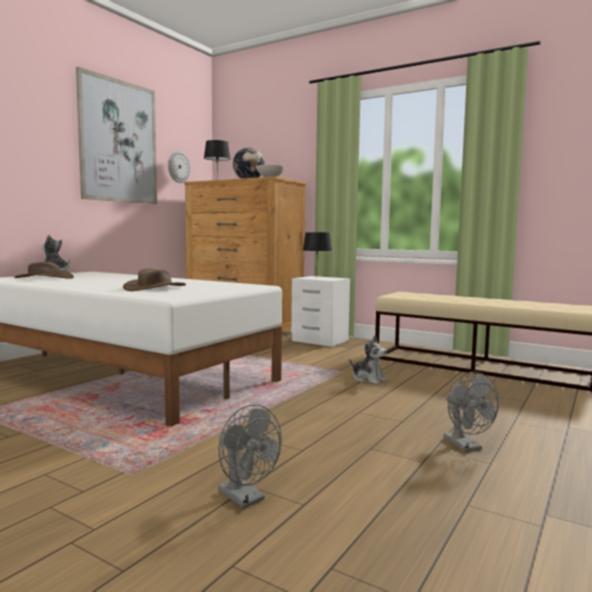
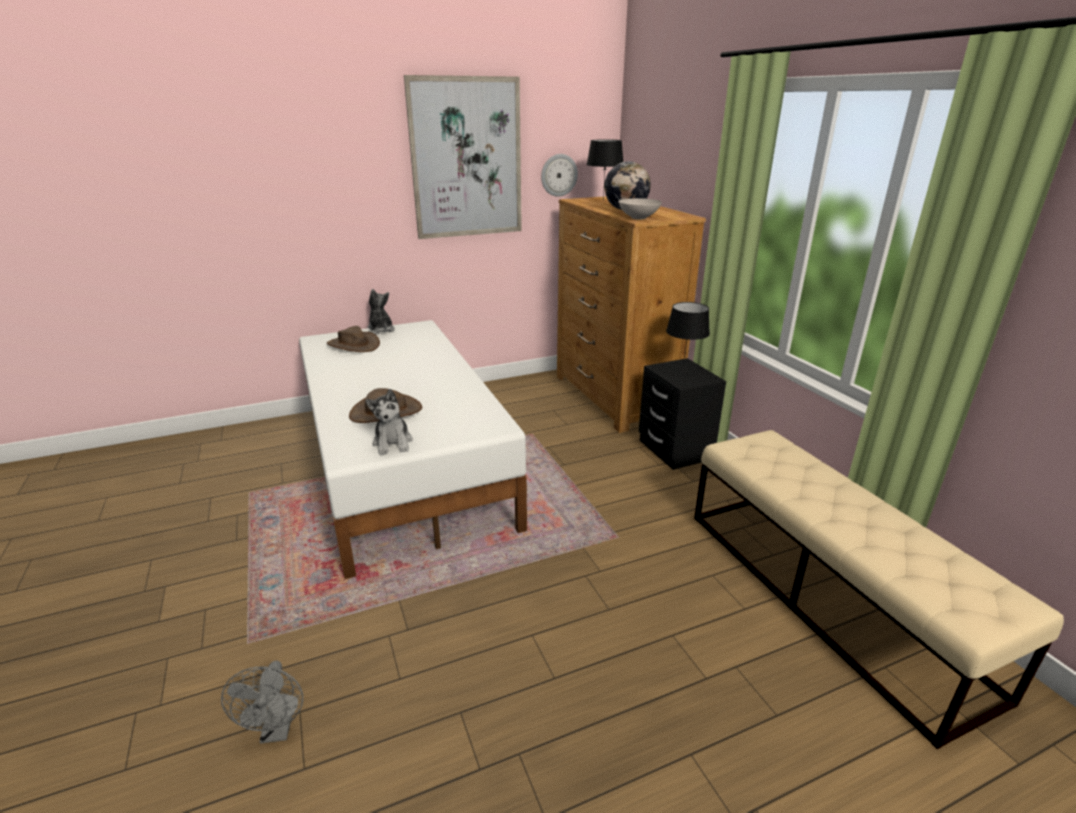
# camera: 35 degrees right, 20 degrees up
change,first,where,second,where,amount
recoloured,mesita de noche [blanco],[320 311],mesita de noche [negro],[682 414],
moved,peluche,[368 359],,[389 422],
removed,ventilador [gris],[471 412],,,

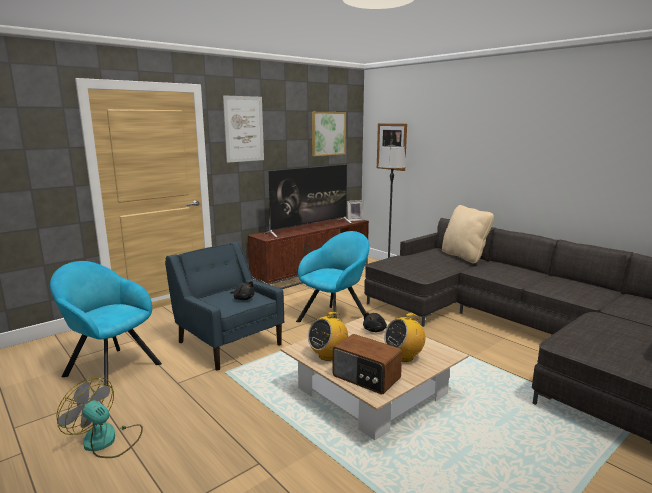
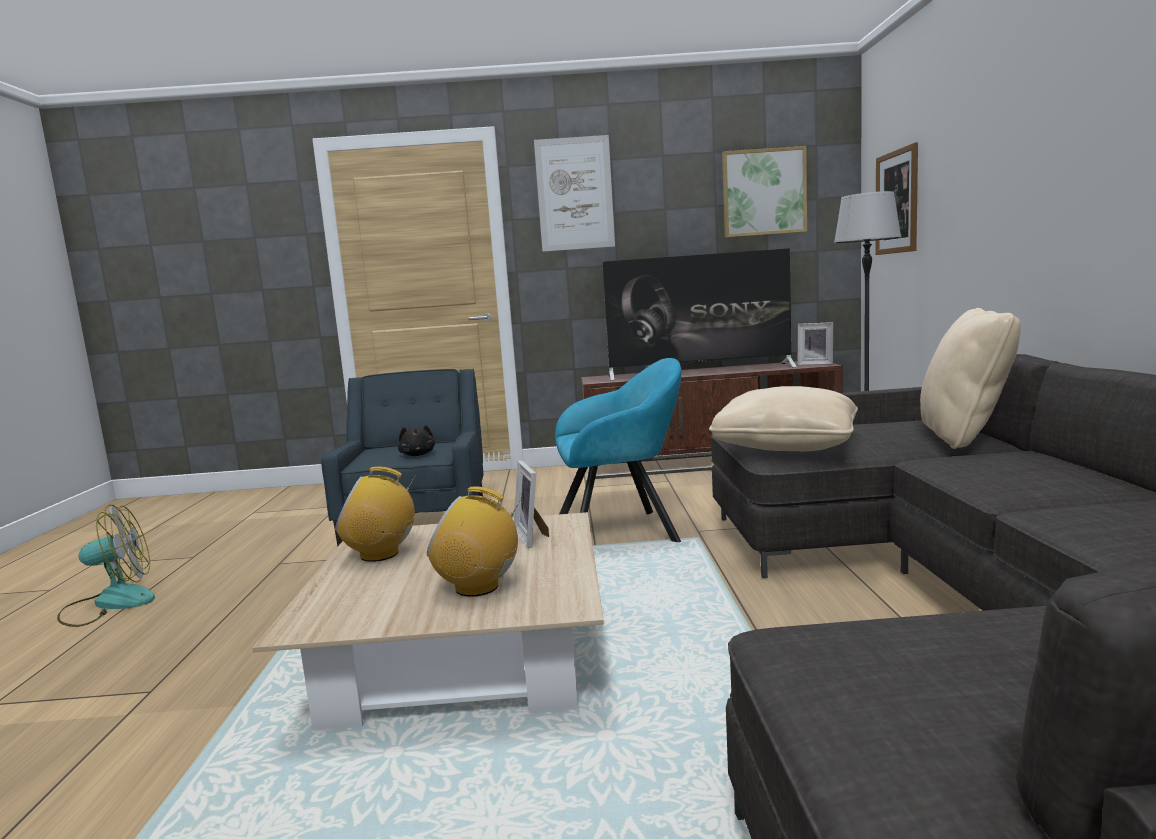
# camera: 40 degrees right, 5 degrees down
change,first,where,second,where,amount
removed,sillón [turquesa],[106 323],,,
turned,ventilador,[99 418],,[106 566],90 degrees clockwise
removed,radio,[367 364],,,
replaced,peluche [negro],[375 322],portarretratos,[531 504],
added,,,cojín [beis],[783 418],

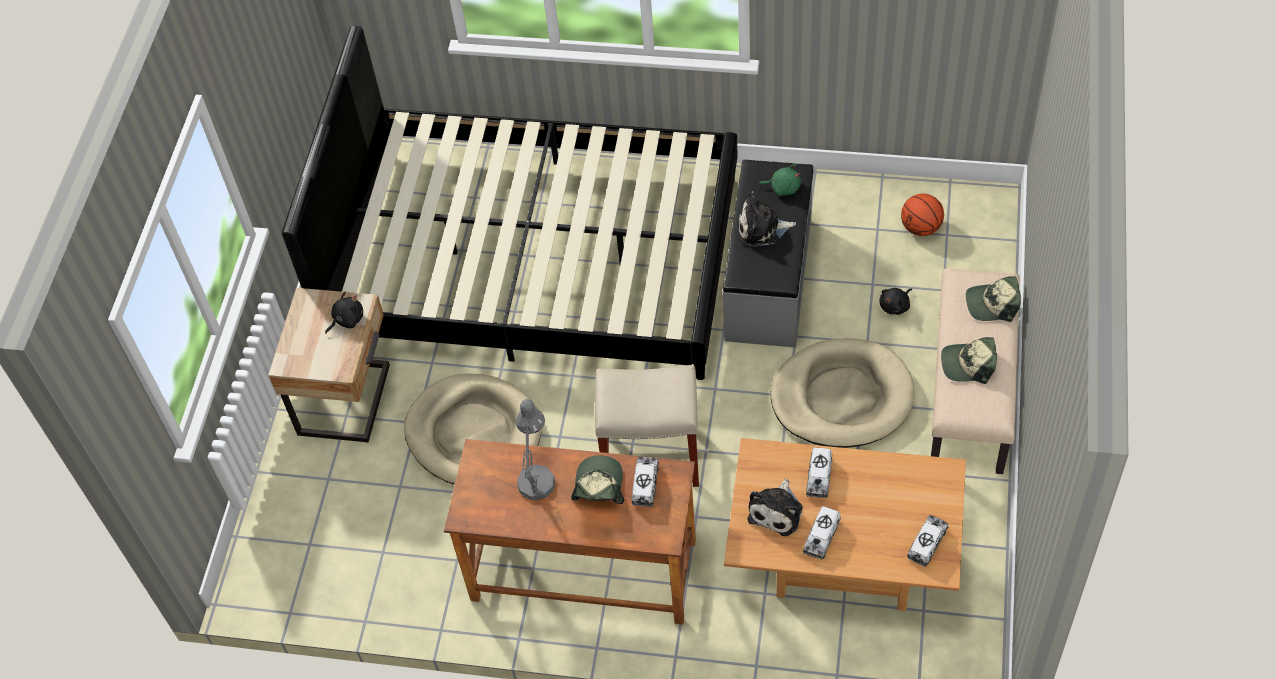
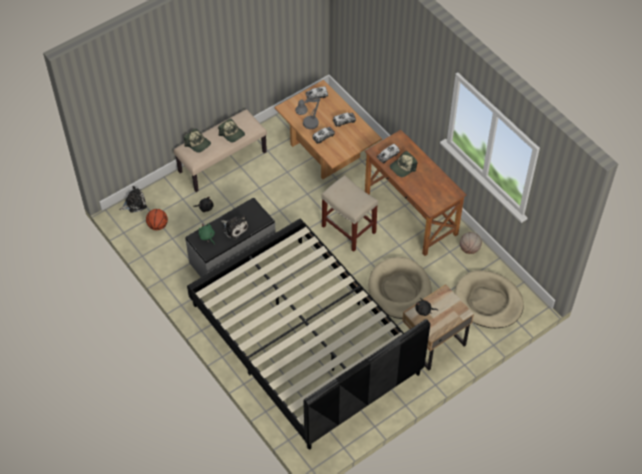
# camera: 140 degrees left, 0 degrees up
change,first,where,second,where,amount
moved,lámpara de mesa [gris],[535 449],,[308 113],
moved,peluche,[775 507],,[133 199],
moved,cama para perro [beis],[842 393],,[489 299],
added,,,balón de baloncesto,[471 243],

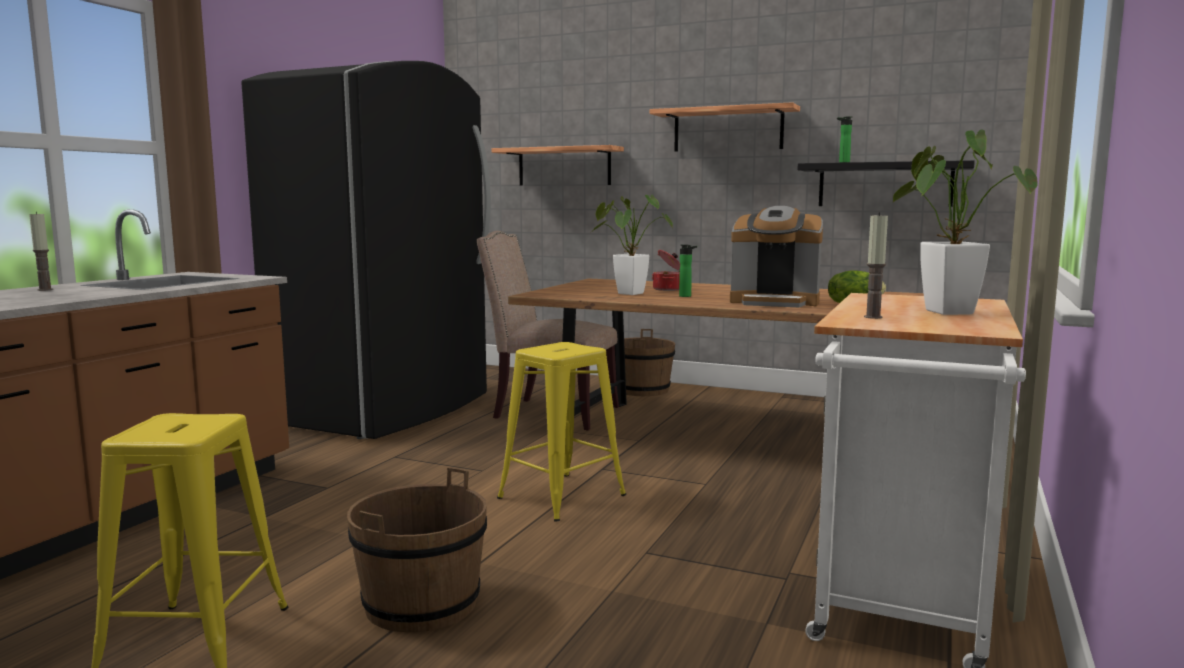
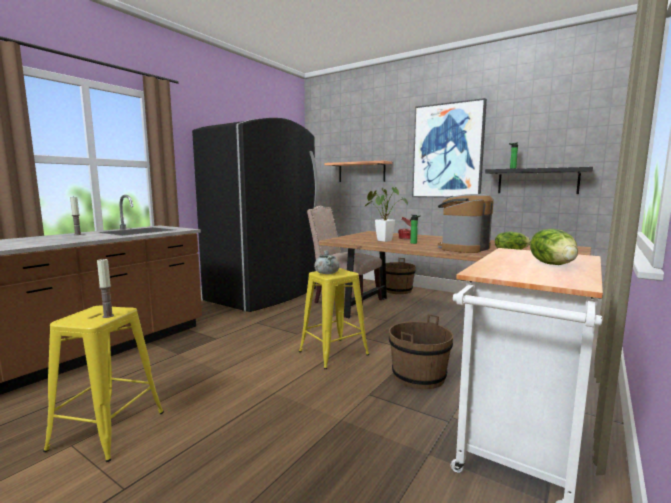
# camera: 10 degrees right, 0 degrees up
change,first,where,second,where,amount
moved,cubo [marrón],[417 549],,[421 351],
replaced,estante,[725 126],cuadro,[449 148],
turned,cafetera,[776 256],,[466 223],105 degrees clockwise
moved,vela,[876 265],,[105 288],
replaced,planta en maceta,[965 222],lechuga,[554 246],
added,,,olla [gris],[327 262],

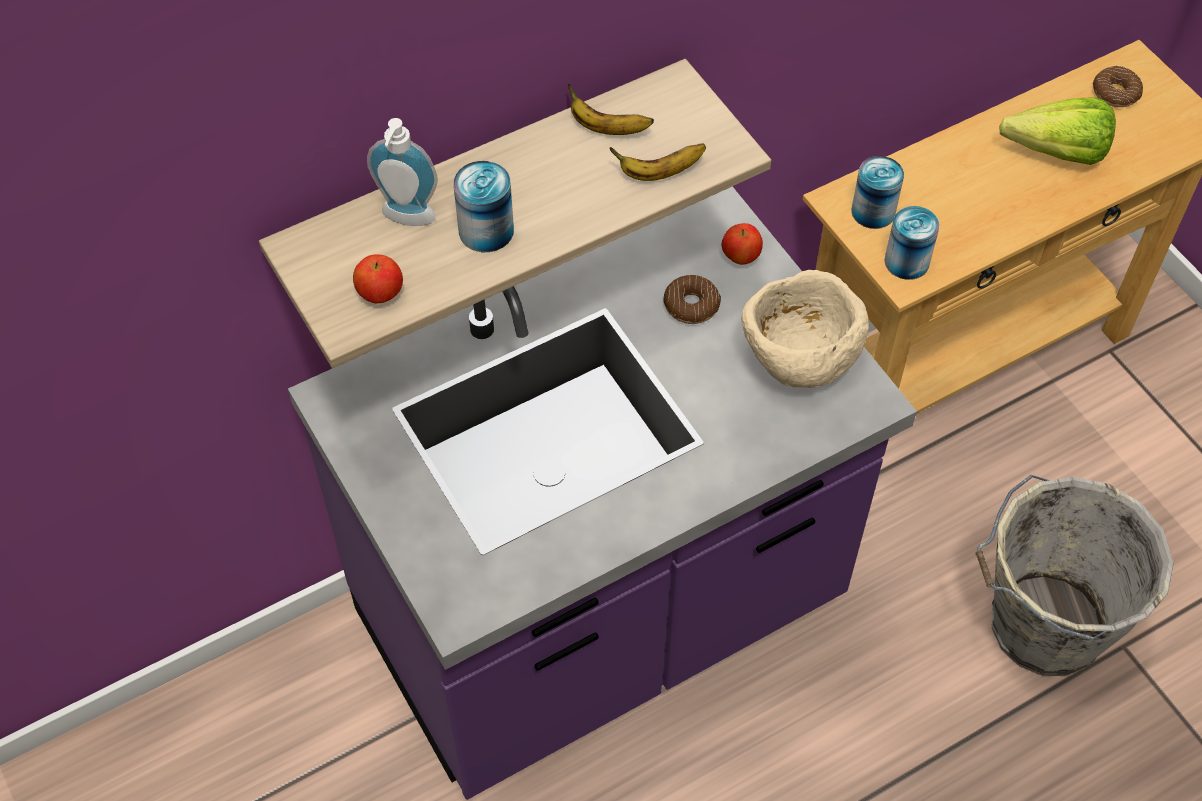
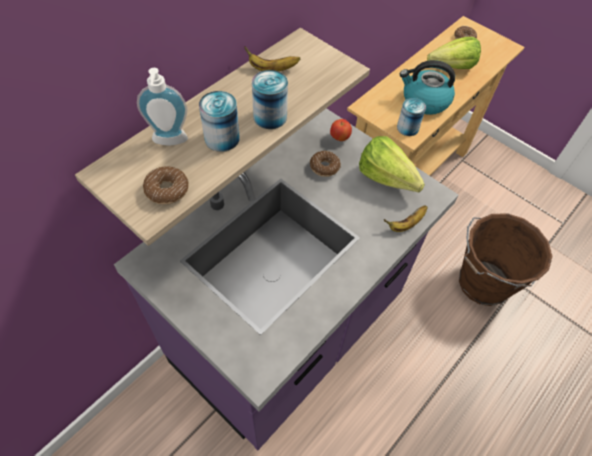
# camera: 20 degrees left, 0 degrees up
change,first,where,second,where,amount
replaced,manzana,[378 278],rosquilla,[166 185],
moved,plátano,[657 162],,[405 219],
replaced,cuenco [beis],[805 329],lechuga,[392 164],
moved,lata,[877 192],,[270 99],
recoloured,cubo [gris],[1075 575],cubo [marrón],[505 259],
added,,,hervidor,[427 87],

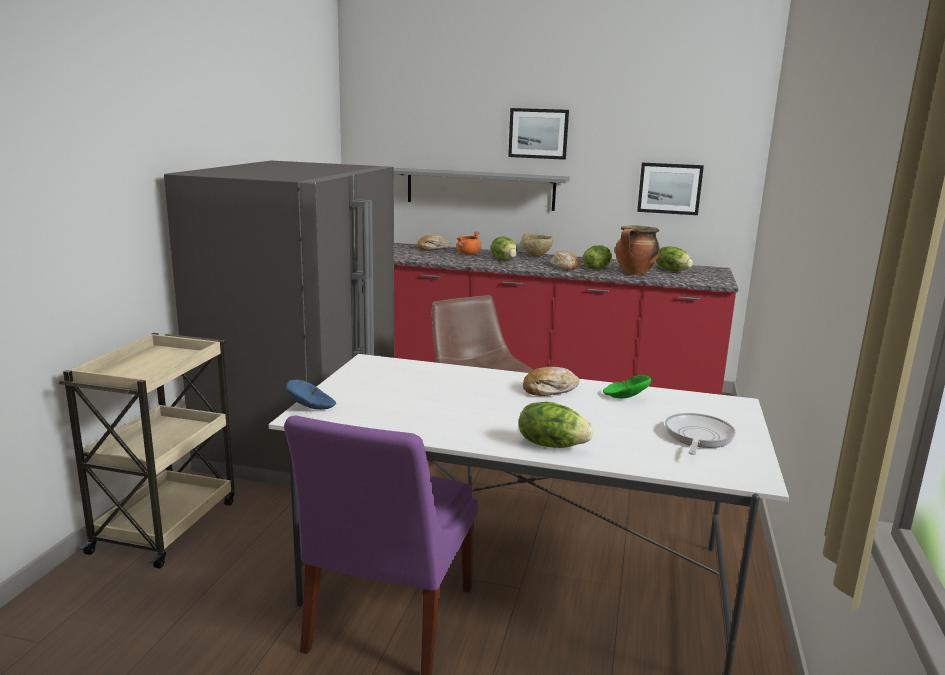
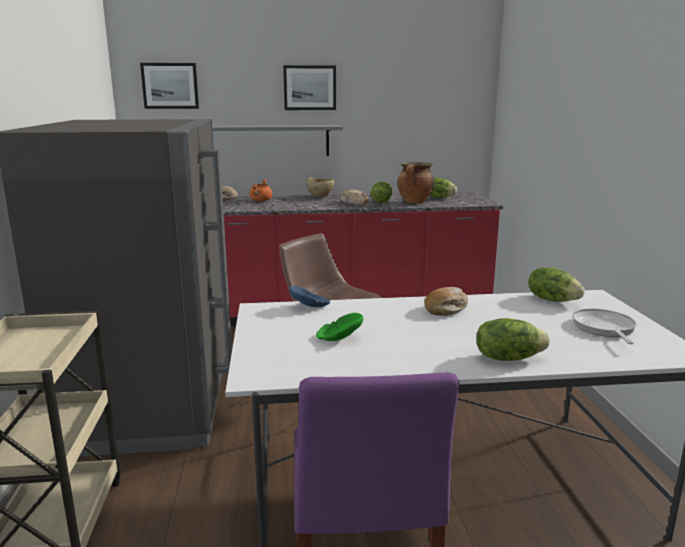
# camera: 20 degrees left, 0 degrees up
change,first,where,second,where,amount
moved,cuenco [azul],[311 395],,[309 296],
moved,lechuga,[504 248],,[556 285],
moved,cuenco [verde],[627 386],,[339 327],
moved,cuadro,[670 189],,[169 86],

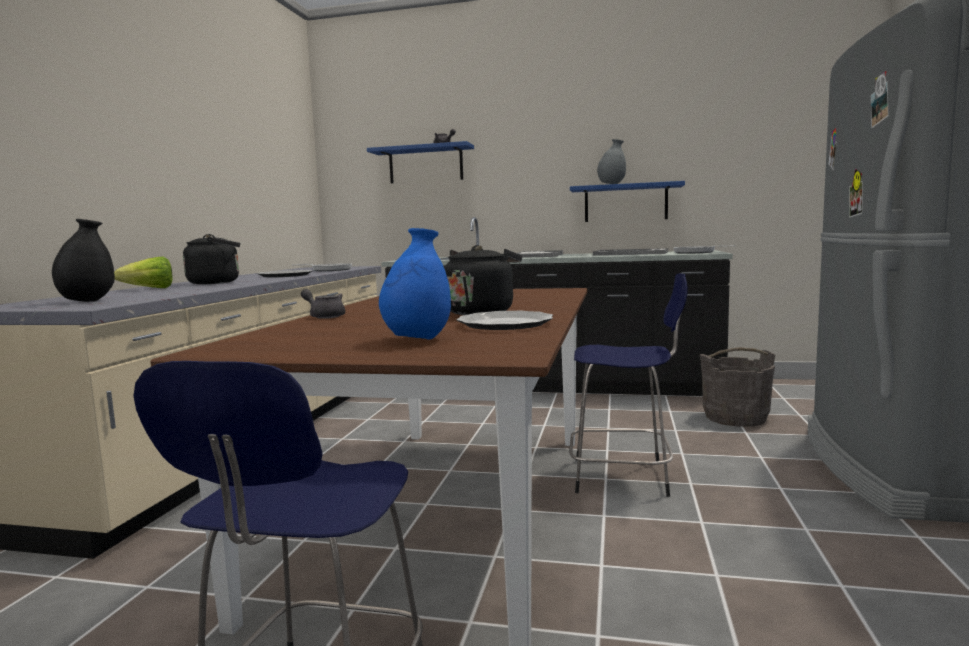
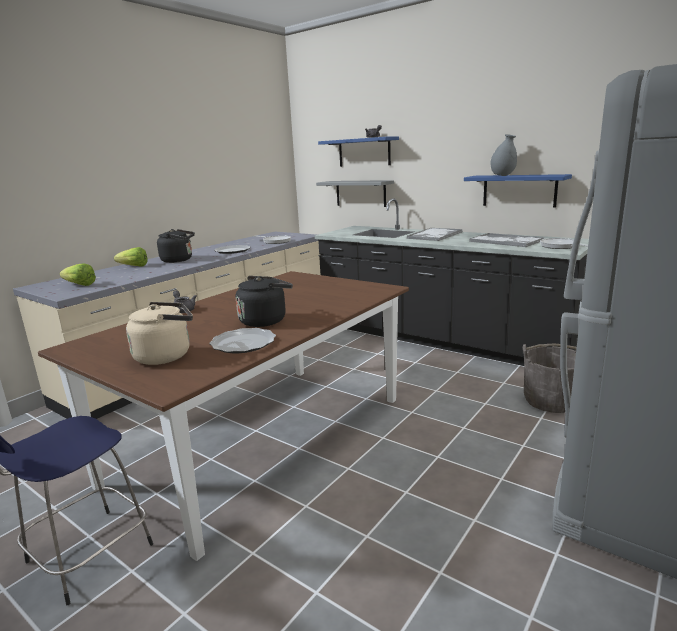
# camera: 25 degrees right, 10 degrees up
change,first,where,second,where,amount
replaced,florero [negro],[83 260],lechuga,[78 274],
replaced,florero [azul],[415 284],hervidor [beis],[159 333],
removed,taburete [azul],[628 385],,,
added,,,estante [gris],[355 193],

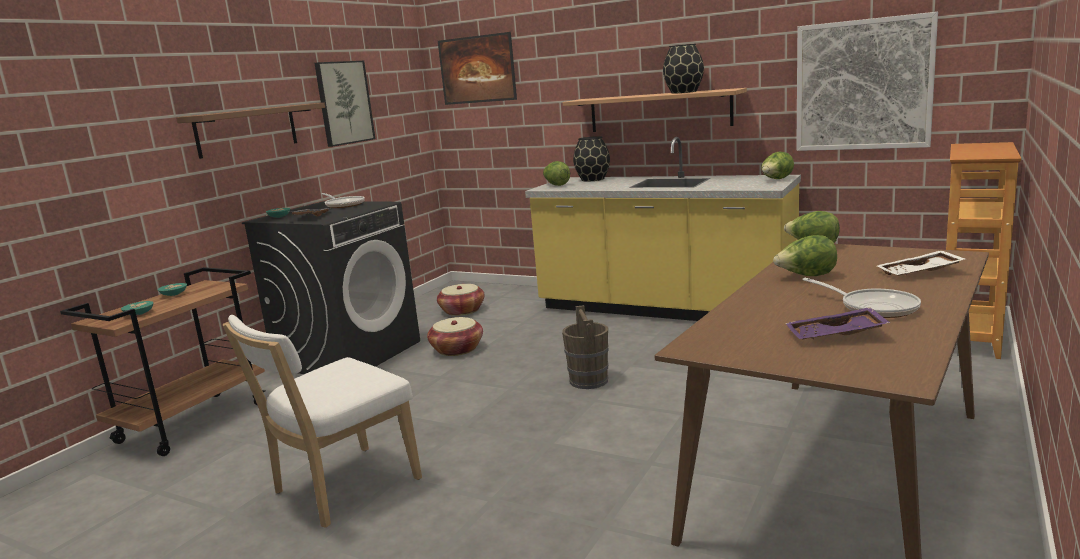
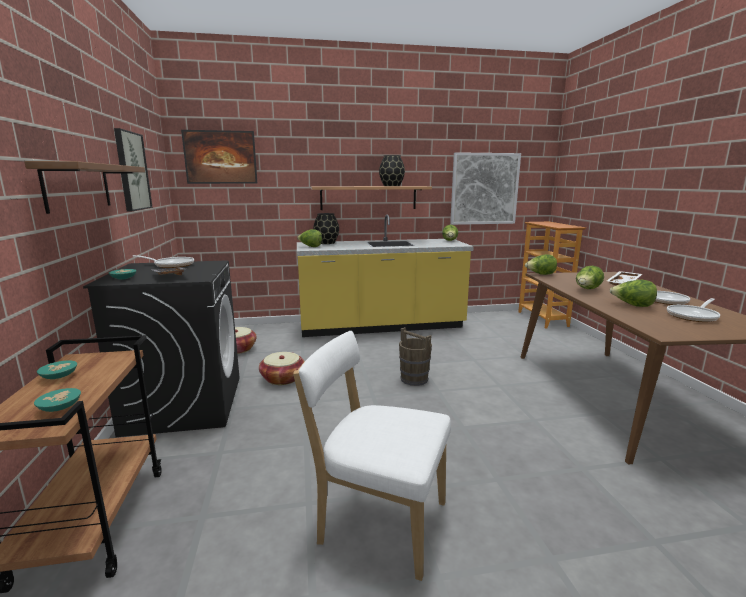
# camera: 40 degrees left, 0 degrees up
change,first,where,second,where,amount
turned,silla [blanco],[322 421],,[372 456],105 degrees clockwise
replaced,bandeja [morado],[837 323],sartén,[693 310],
added,,,lechuga,[633 293],

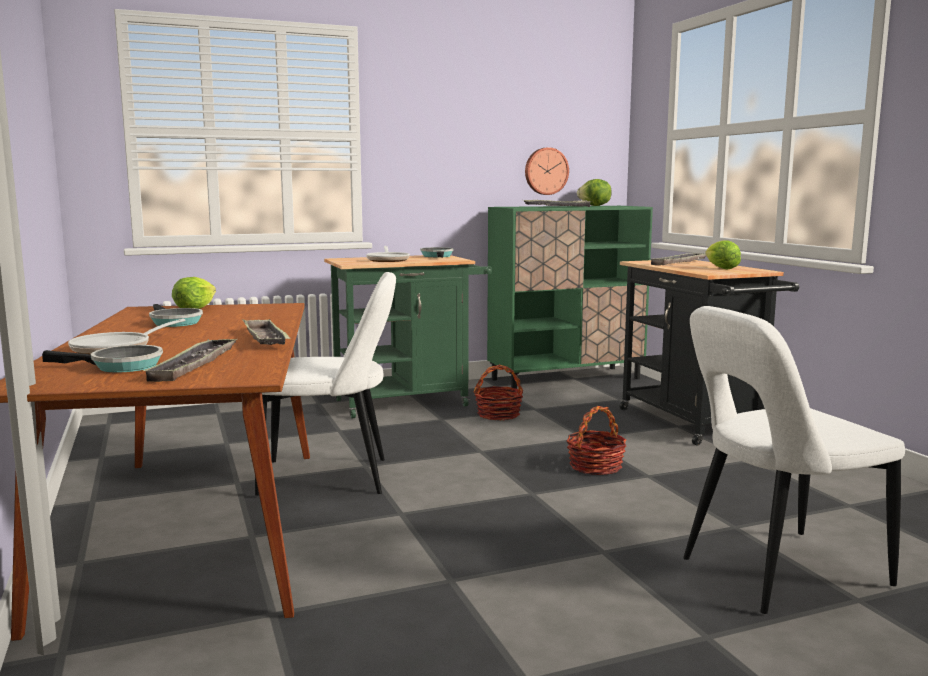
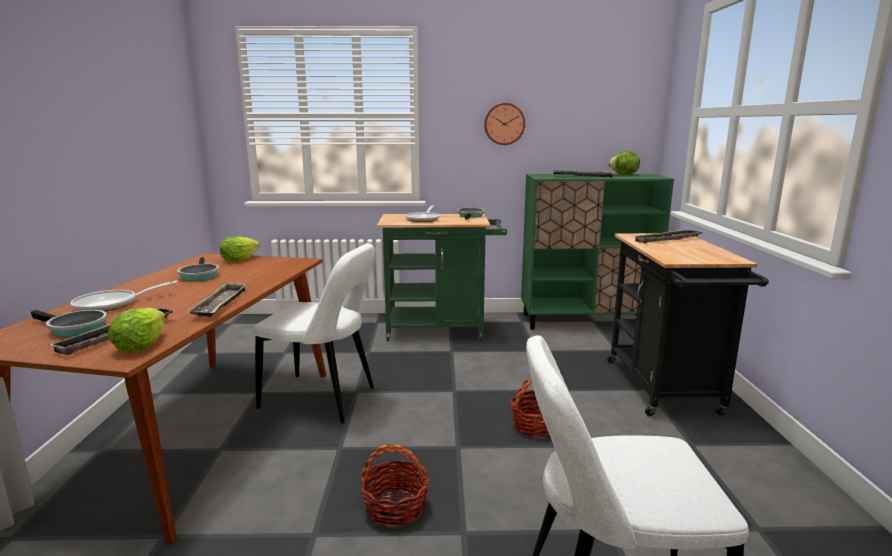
# camera: 20 degrees right, 5 degrees up
change,first,where,second,where,amount
moved,cesta,[498 392],,[394 485],
moved,reloj de pared,[547 171],,[504 124],
moved,lechuga,[723 255],,[136 330],

